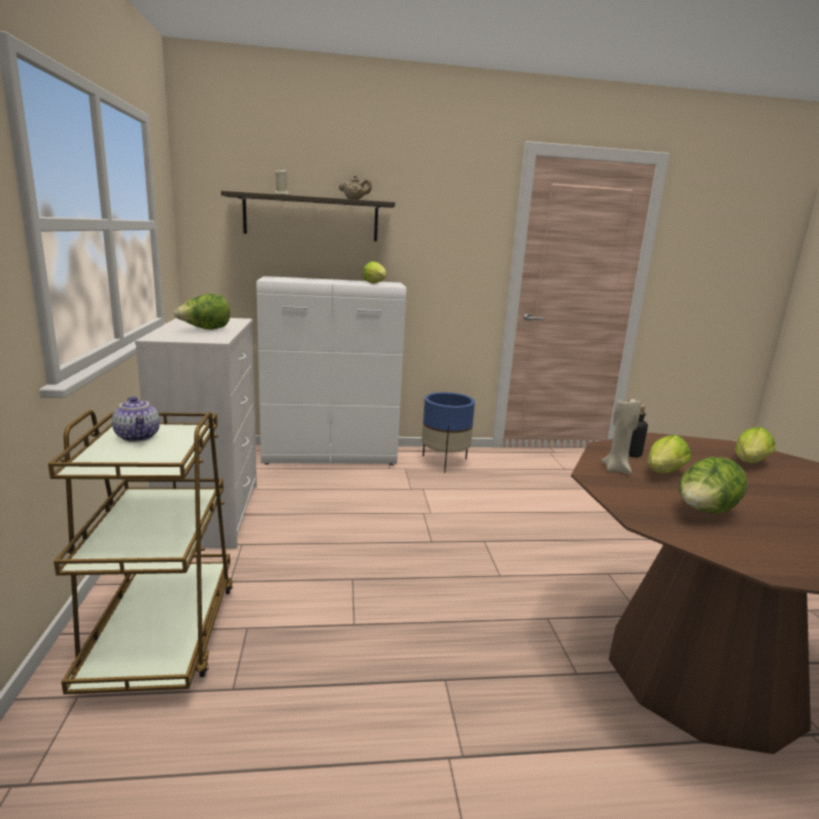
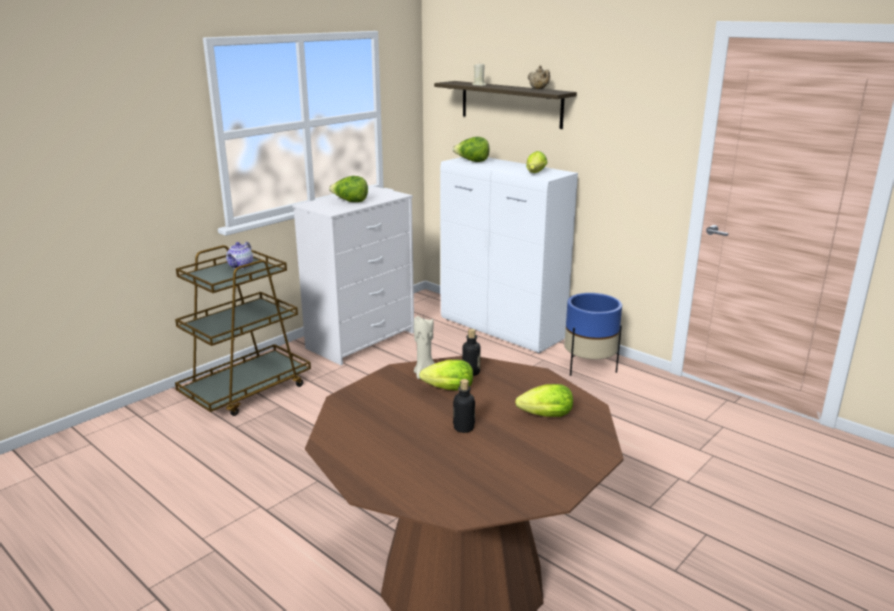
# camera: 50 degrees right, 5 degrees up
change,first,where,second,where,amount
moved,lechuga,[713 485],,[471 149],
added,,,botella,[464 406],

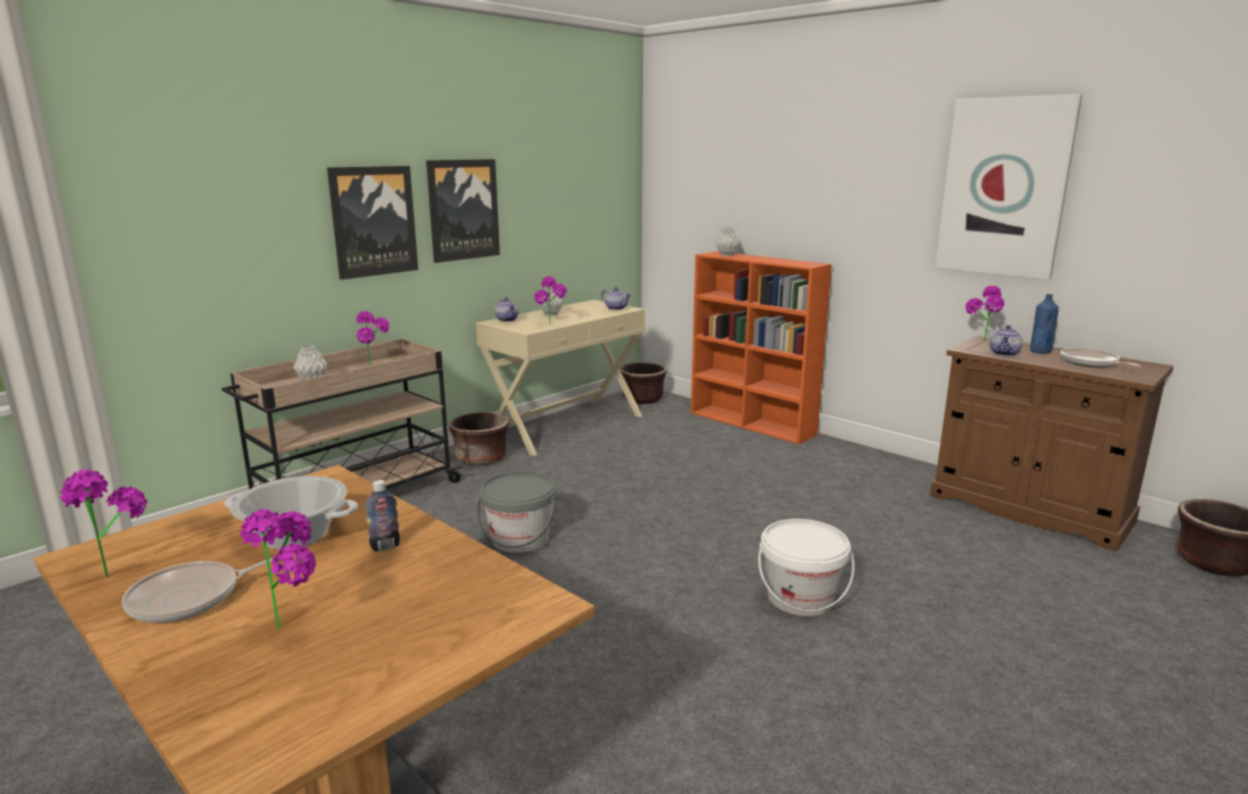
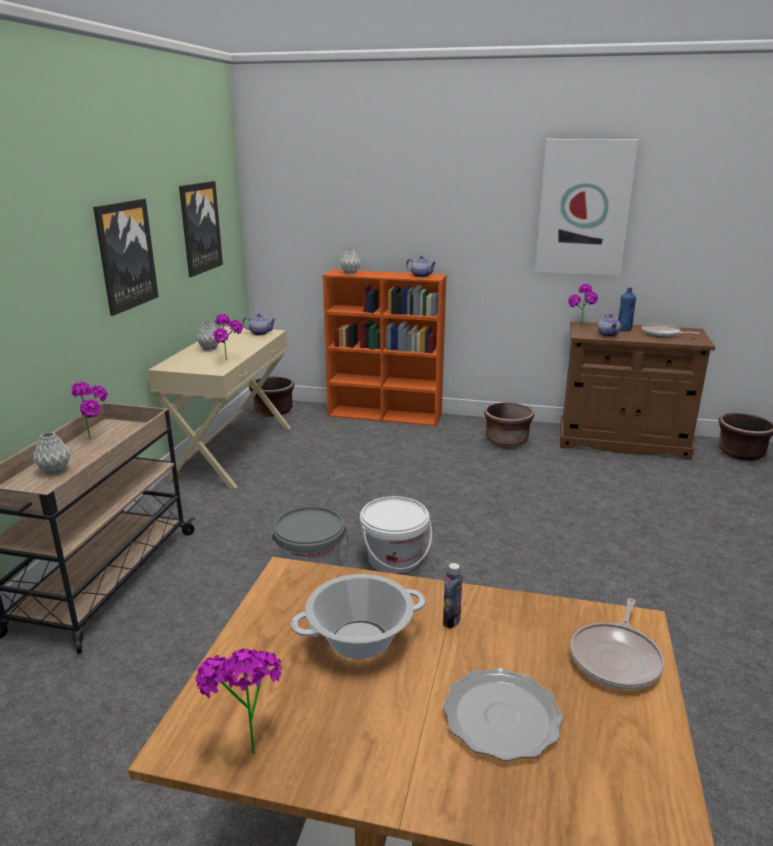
# camera: 30 degrees left, 5 degrees up
change,first,where,second,where,amount
moved,sartén,[201 590],,[617 644],
replaced,planta en maceta,[278 569],plato,[503 714],
moved,cuadro,[372 223],,[201 229],
moved,maceta [marrón],[478 438],,[509 425],
moved,tetera,[507 309],,[421 266],
moved,cubo [blanco],[806 567],,[396 535],

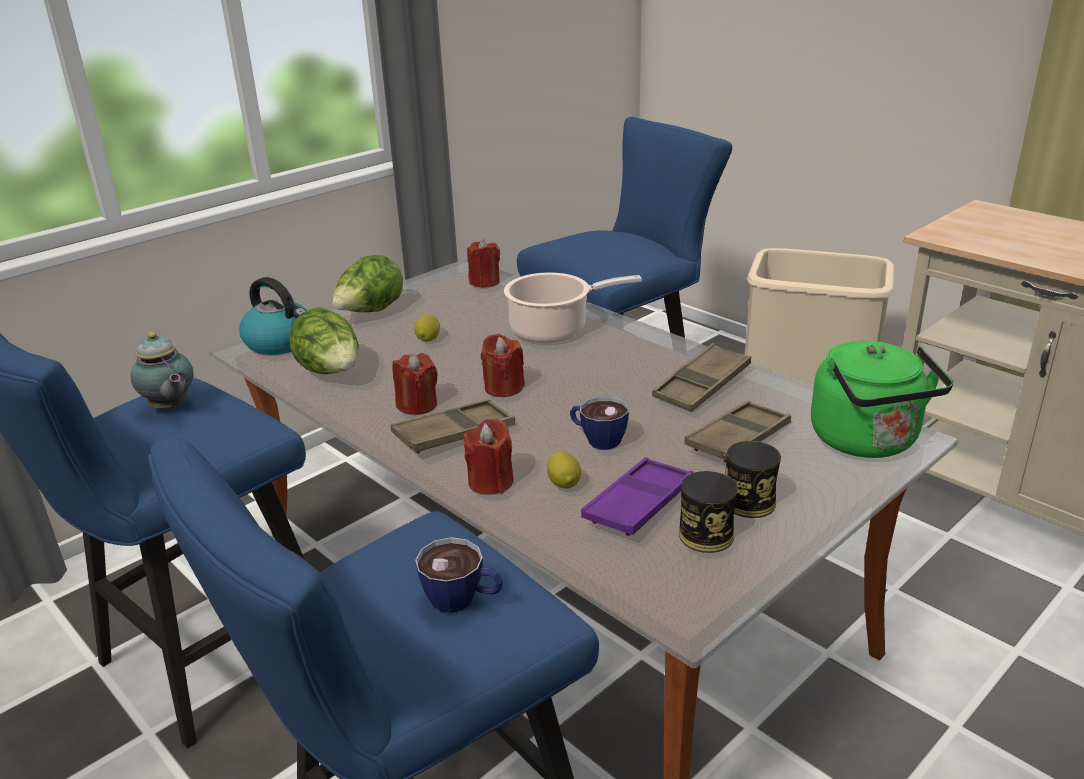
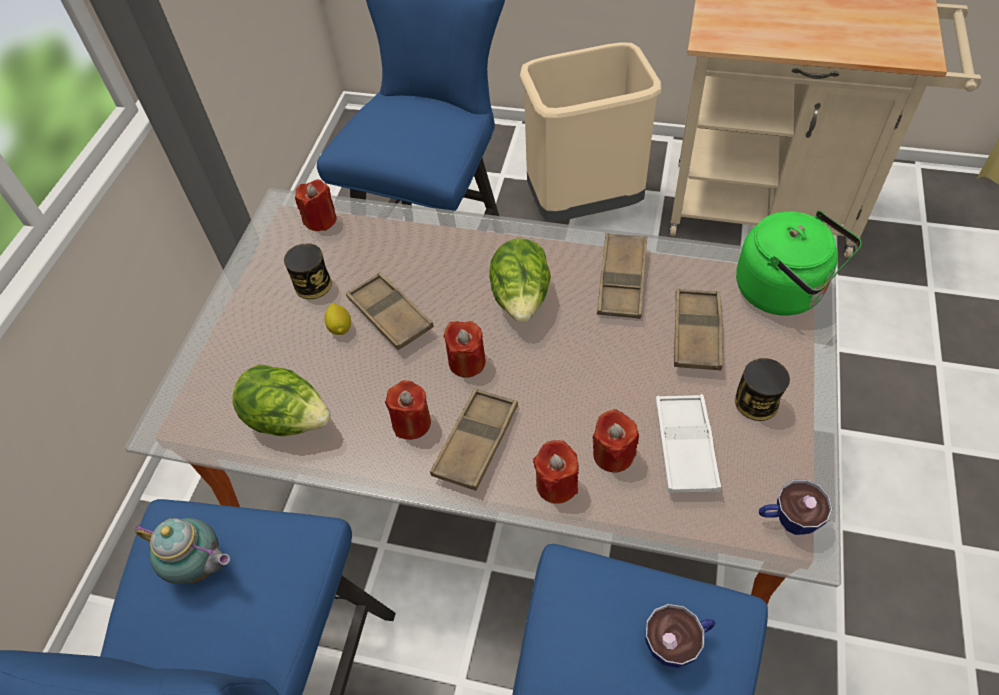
# camera: 30 degrees left, 25 degrees up
change,first,where,second,where,amount
removed,hervidor,[273 316],,,
moved,lechuga,[367 283],,[520 280],
removed,olla,[573 307],,,
replaced,limón,[564 470],vela [rojo],[616 441],
moved,taza,[599 423],,[795 507],
recoloured,bandeja [morado],[637 496],bandeja [blanco],[688 443],
moved,lata,[708 512],,[308 271],
added,,,bandeja [marrón],[390 311],

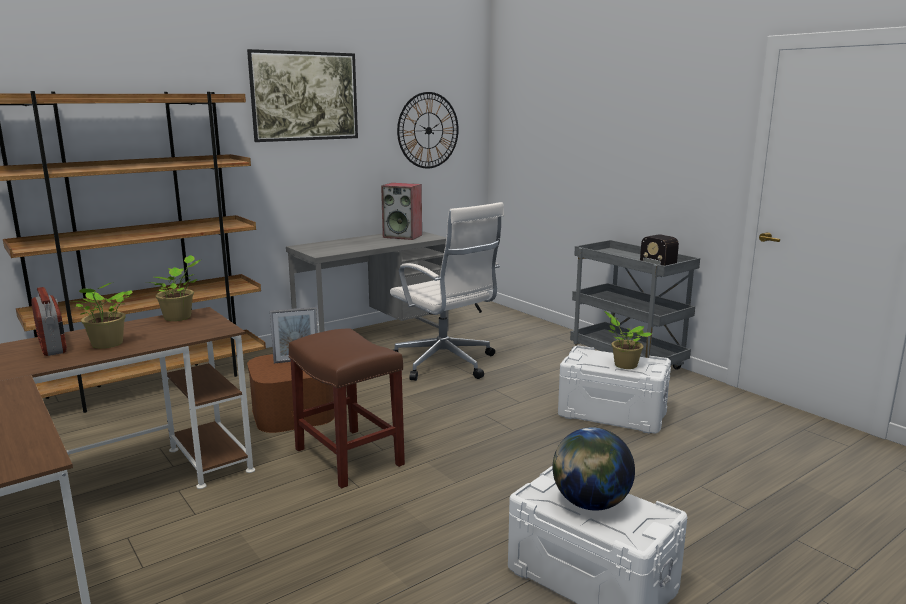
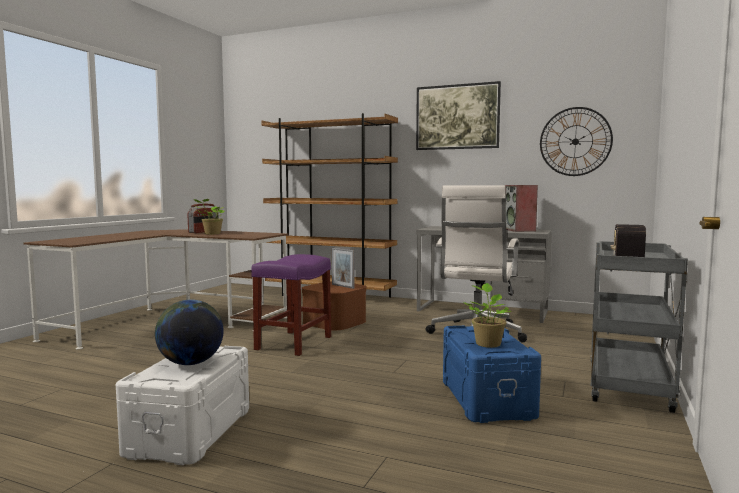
# camera: 60 degrees right, 10 degrees down
change,first,where,second,where,amount
removed,planta en maceta,[174 288],,,
recoloured,taburete [marrón],[347 408],taburete [morado],[291 305],
recoloured,caja de almacenaje [blanco],[614 389],caja de almacenaje [azul],[492 374],

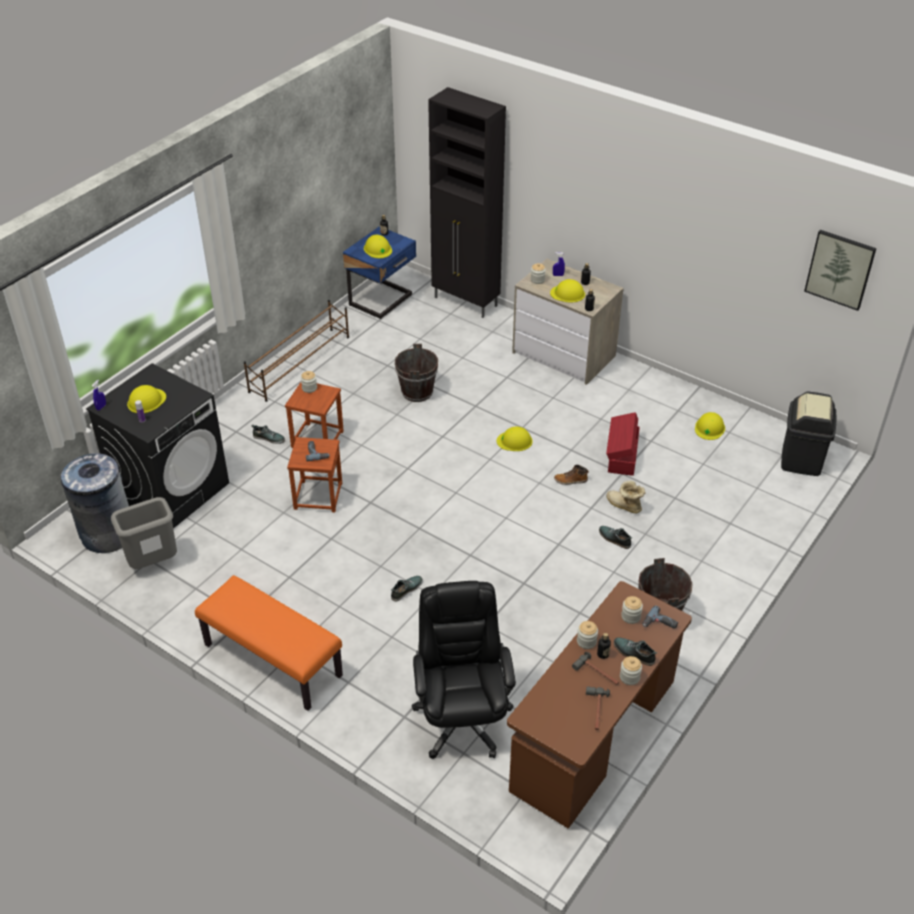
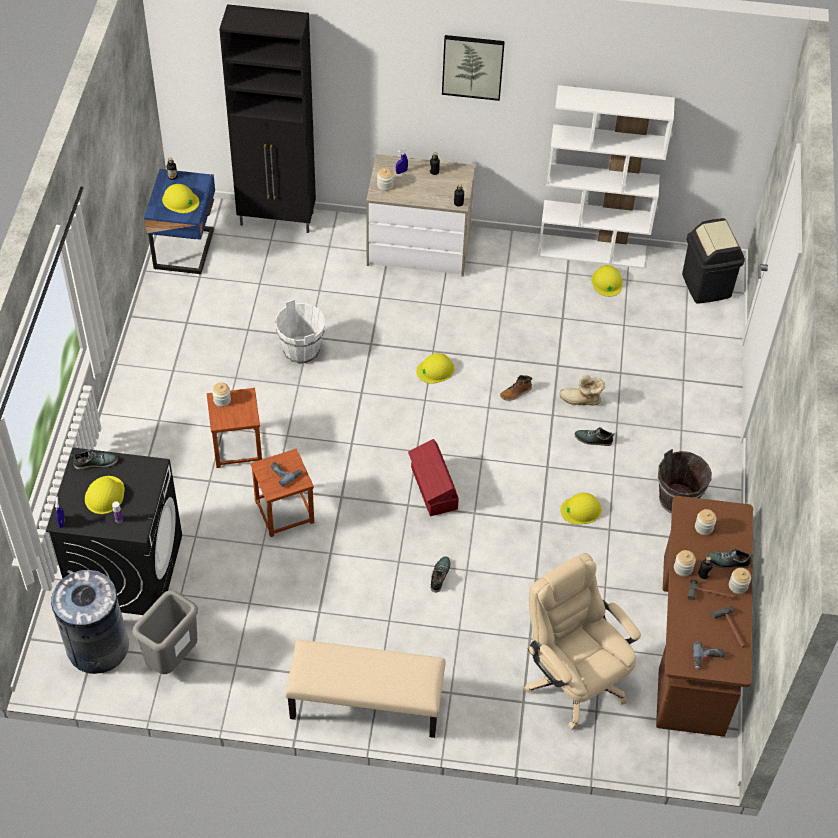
# camera: 30 degrees left, 10 degrees up
change,first,where,second,where,amount
recoloured,banco [naranja],[269 643],banco [beis],[365 689],
removed,zapatero [marrón],[296 351],,,
moved,zapato,[268 434],,[94 459],
recoloured,cubo [marrón],[416 373],cubo [blanco],[300 331],
recoloured,silla de oficina [negro],[464 670],silla de oficina [beis],[582 641],
moved,casco [amarillo],[567 291],,[581 509],
moved,caja de almacenaje [rojo],[623 444],,[433 477],
moved,taladro,[660 617],,[709 655],
moved,cuadro,[840 270],,[473 68],
added,,,estantería [blanco],[606 177],

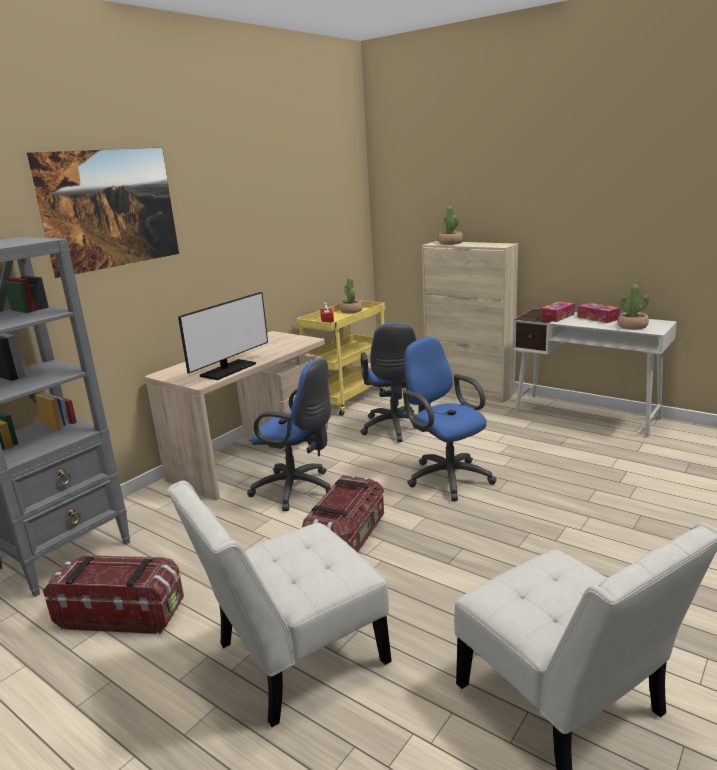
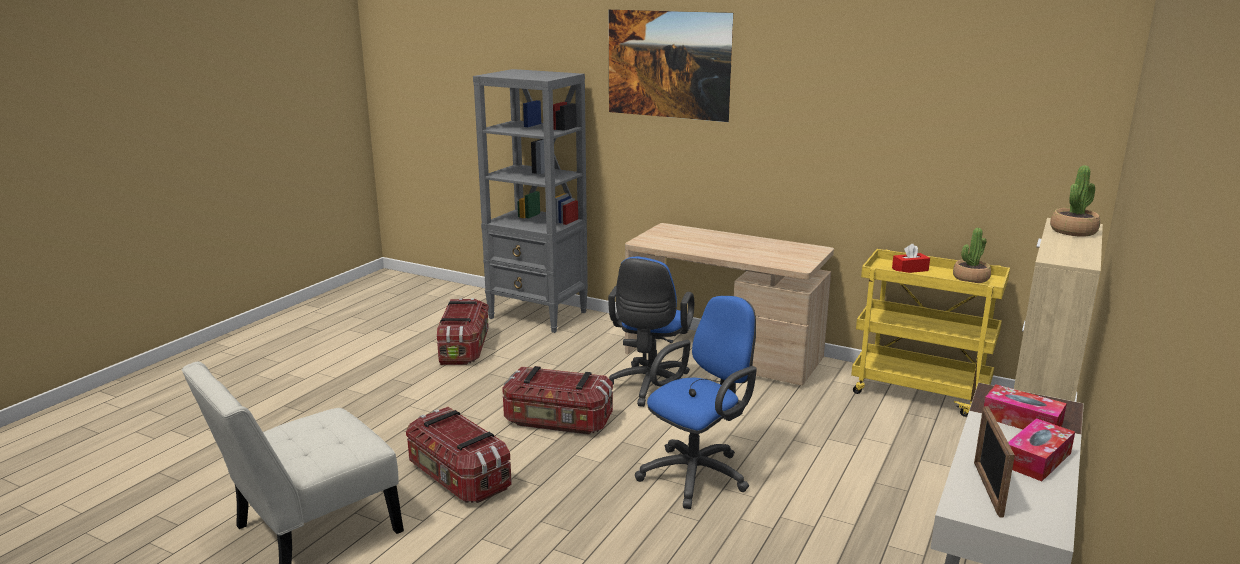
# camera: 80 degrees right, 0 degrees up
change,first,where,second,where,amount
removed,silla [blanco],[279 604],,,
removed,monitor,[223 336],,,
removed,silla de oficina [azul],[388 382],,,
replaced,planta en maceta,[633 307],portarretratos,[994 462],
added,,,caja de almacenaje,[459 455],

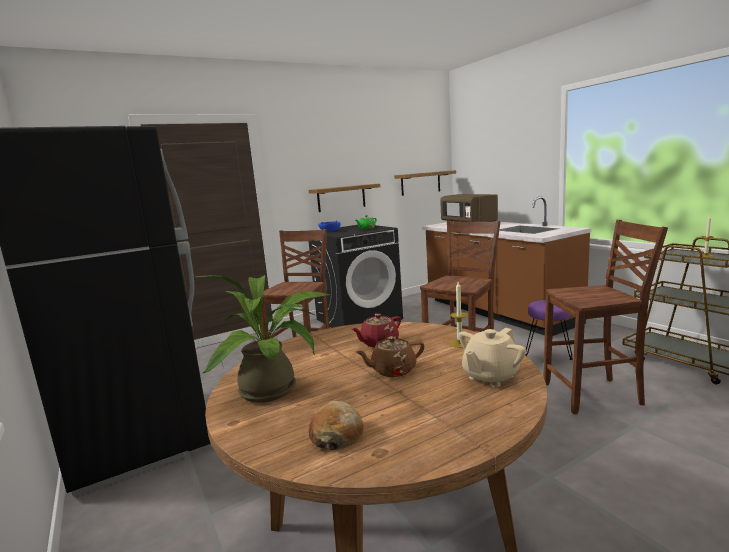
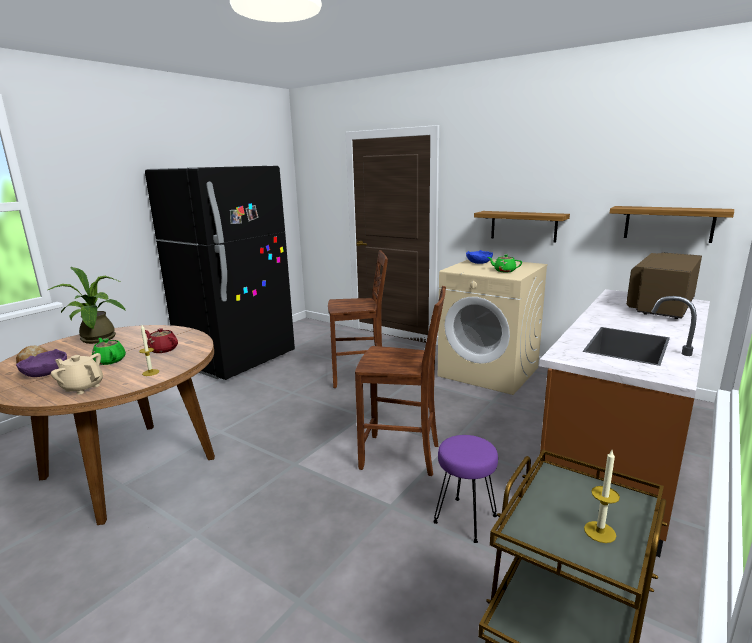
# camera: 65 degrees right, 5 degrees up
change,first,where,second,where,amount
recoloured,lavadora [negro],[355 276],lavadora [beis],[493 327],
recoloured,tetera [marrón],[389 356],tetera [verde],[109 351],
removed,silla [marrón],[605 317],,,
added,,,cuenco [morado],[41 363],

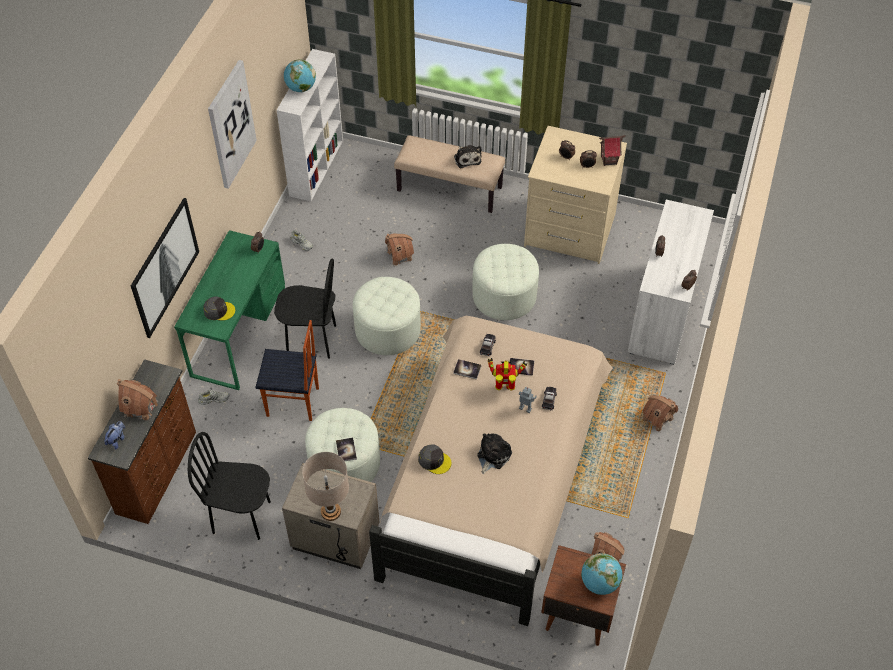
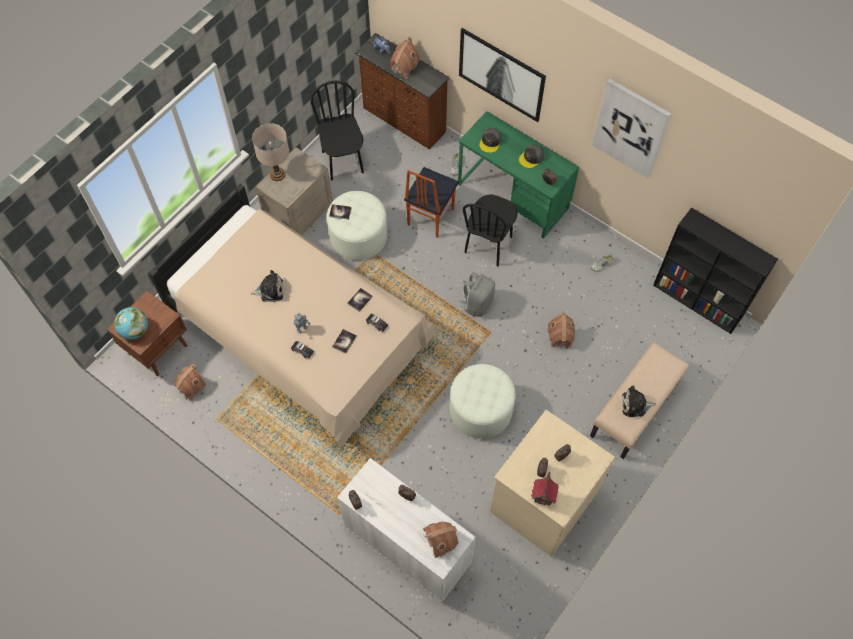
# camera: 110 degrees right, 10 degrees up
change,first,where,second,where,amount
turned,silla [negro],[229 486],,[337 130],45 degrees counterclockwise
recoloured,estantería [blanco],[310 125],estantería [negro],[715 271],
removed,globo terráqueo,[300 75],,,
replaced,puf [blanco],[387 316],mochila [gris],[476 294],
moved,gorra [gris],[435 459],,[531 156],
turned,peluche,[494 453],,[267 286],60 degrees counterclockwise
removed,robot de juguete,[507 374],,,
moved,casita,[660 413],,[441 540],

